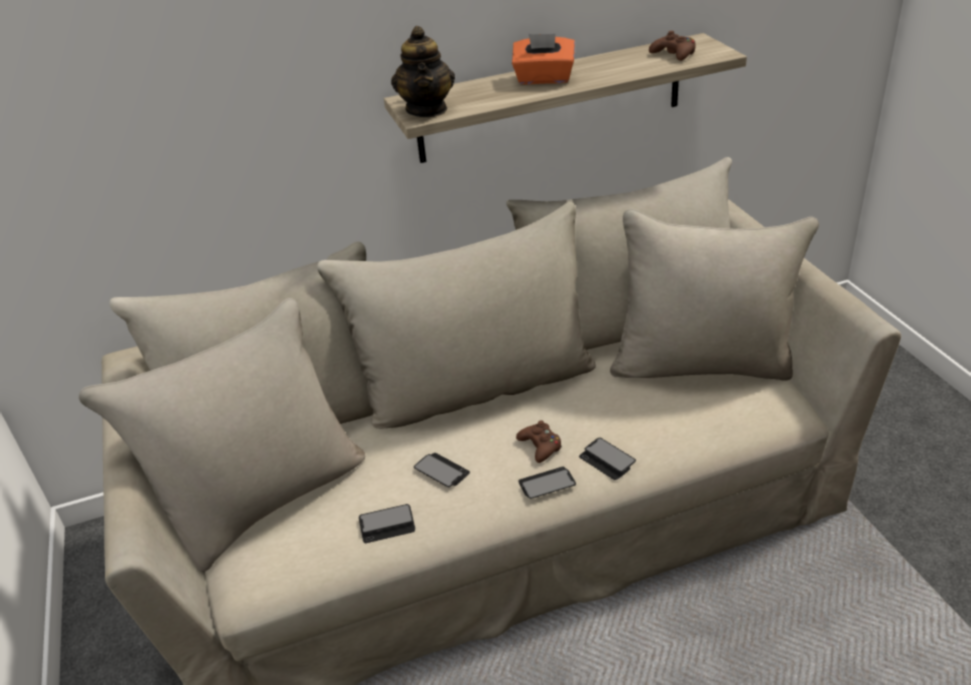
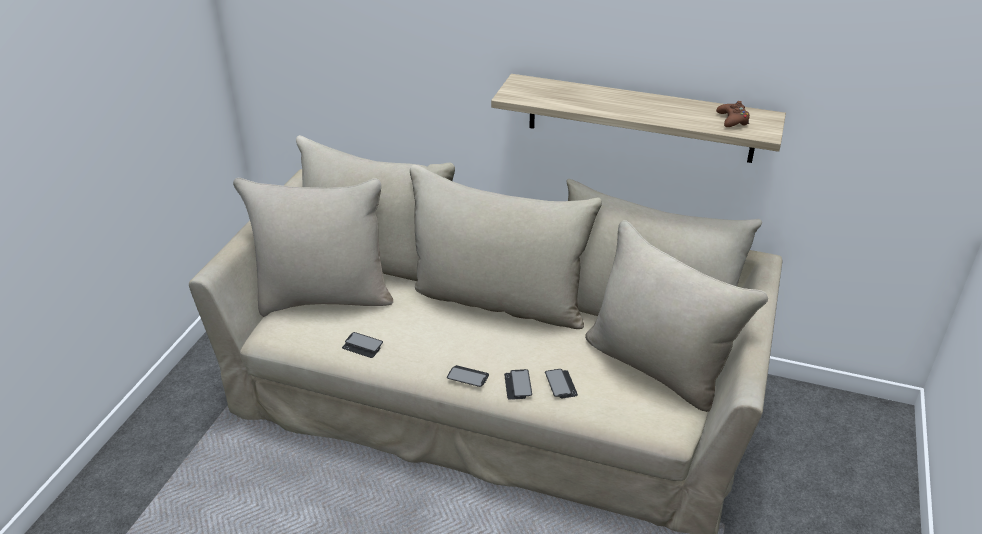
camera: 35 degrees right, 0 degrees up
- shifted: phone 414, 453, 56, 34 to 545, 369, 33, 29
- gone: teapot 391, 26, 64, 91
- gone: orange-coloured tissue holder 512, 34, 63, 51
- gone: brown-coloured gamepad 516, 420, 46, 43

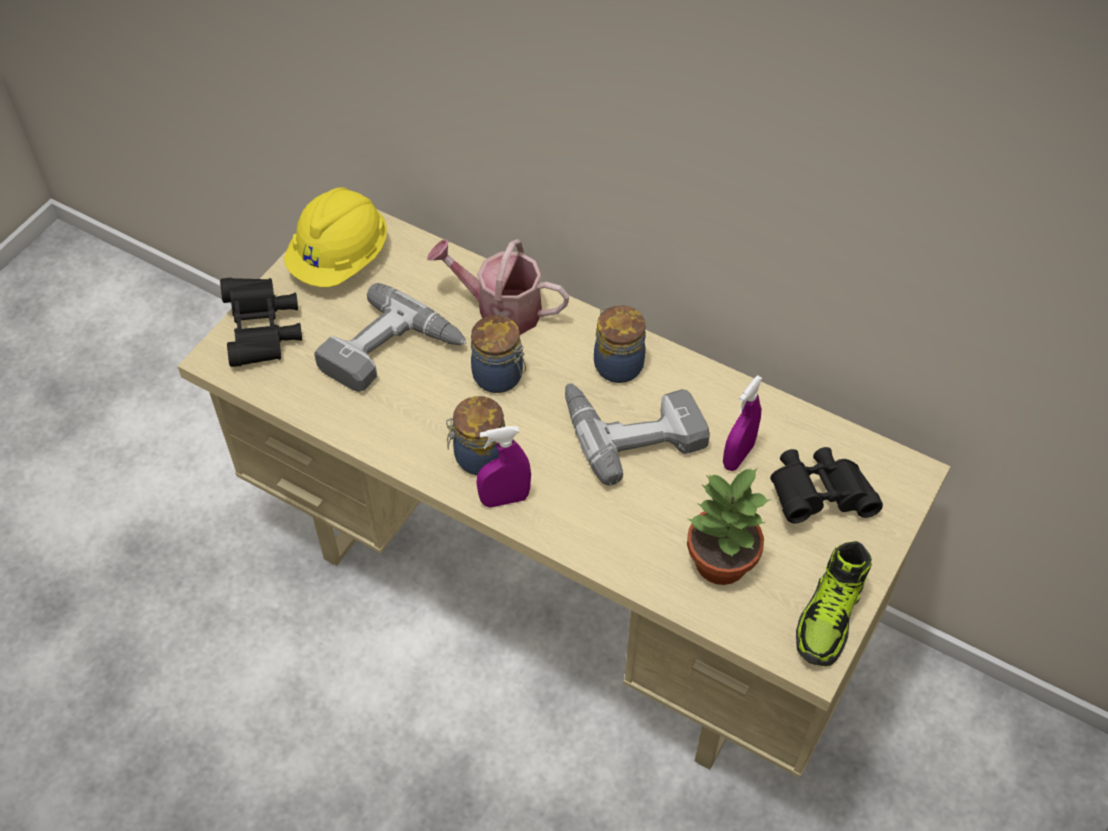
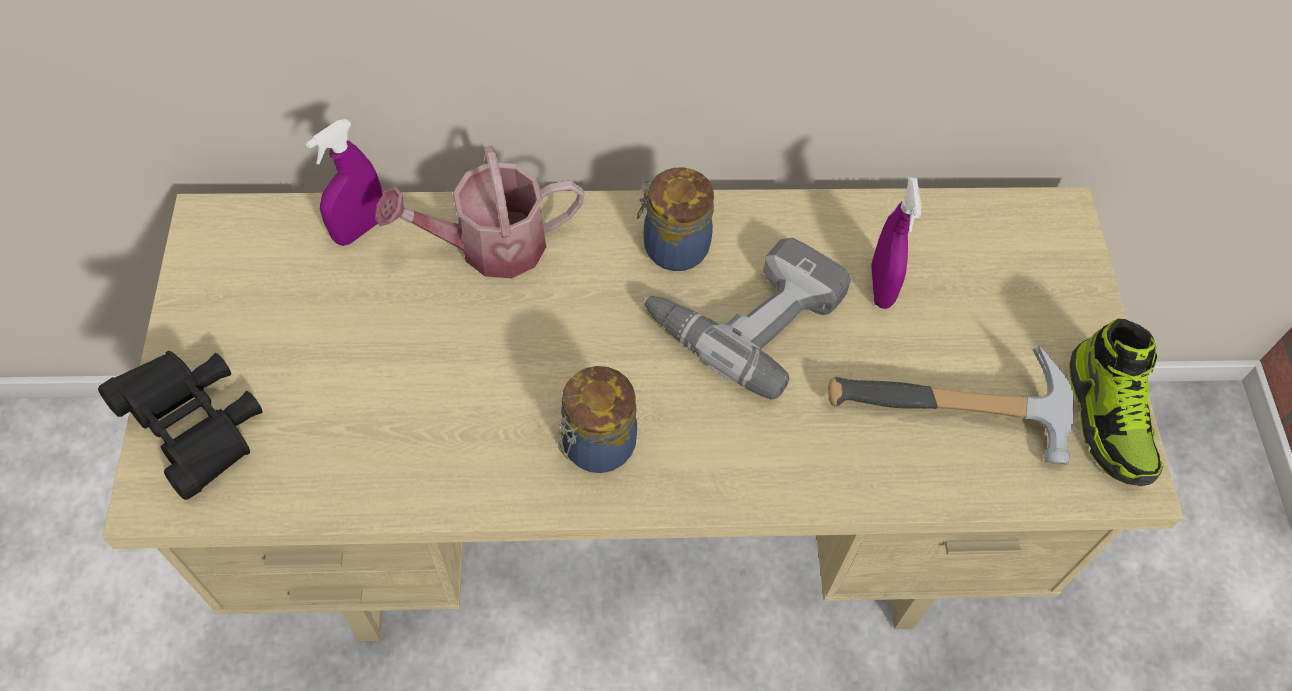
camera: 35 degrees left, 5 degrees up
- shifted: purple-coloured sprayer 476, 426, 55, 82 to 306, 119, 77, 127
- swapped: potted plant 687, 468, 83, 117 to hand hammer 828, 346, 246, 118
- gone: yellow safety helmet 284, 187, 103, 100
- gone: drill 314, 283, 152, 109
- gone: storage jar 471, 315, 55, 78
- gone: black-coloured binoculars 770, 447, 113, 76

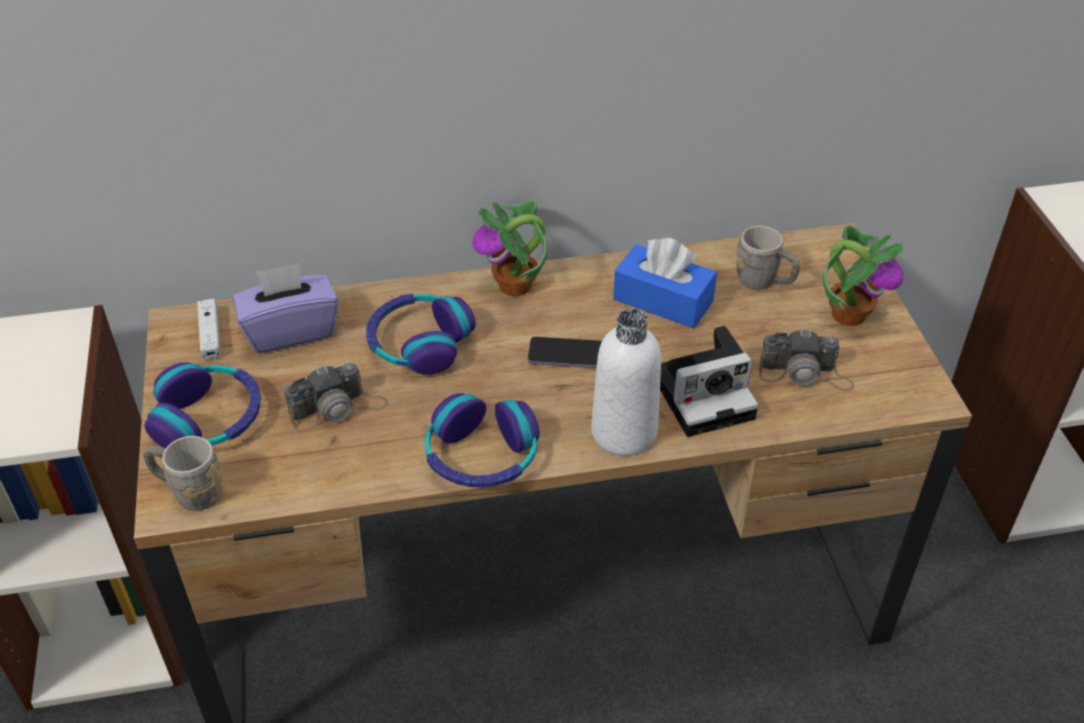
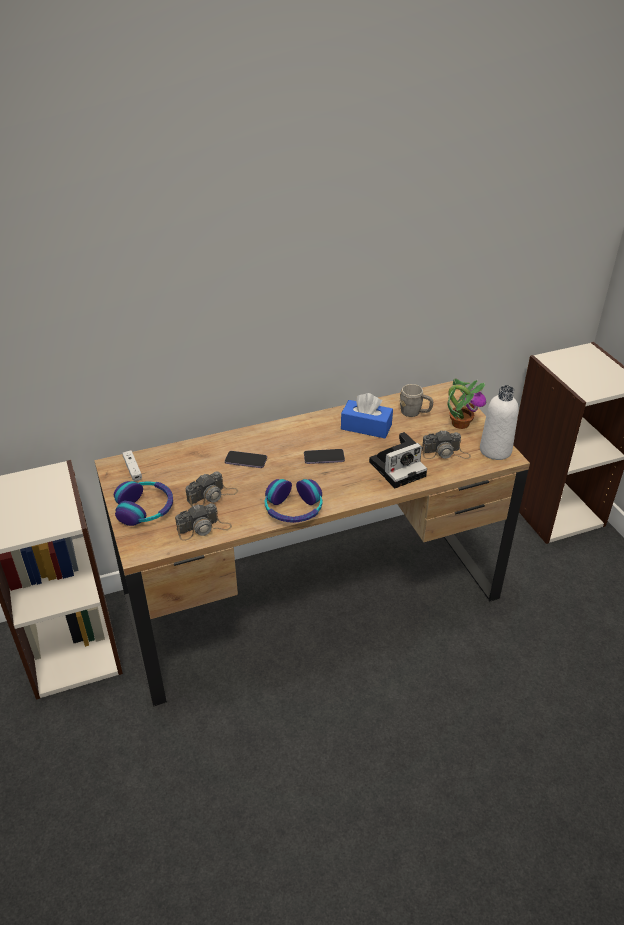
camera: 10 degrees left, 5 degrees down
- new: still camera 175, 503, 57, 38
- swapped: pair of headphones 366, 294, 110, 81 to phone 225, 451, 42, 17
- shifted: white-coloured beverage bottle 591, 309, 70, 147 to 480, 385, 39, 75
- gone: greyish mug 143, 436, 80, 75
- gone: purple-coloured tissue holder 233, 264, 105, 89
- gone: potted plant 472, 200, 75, 96

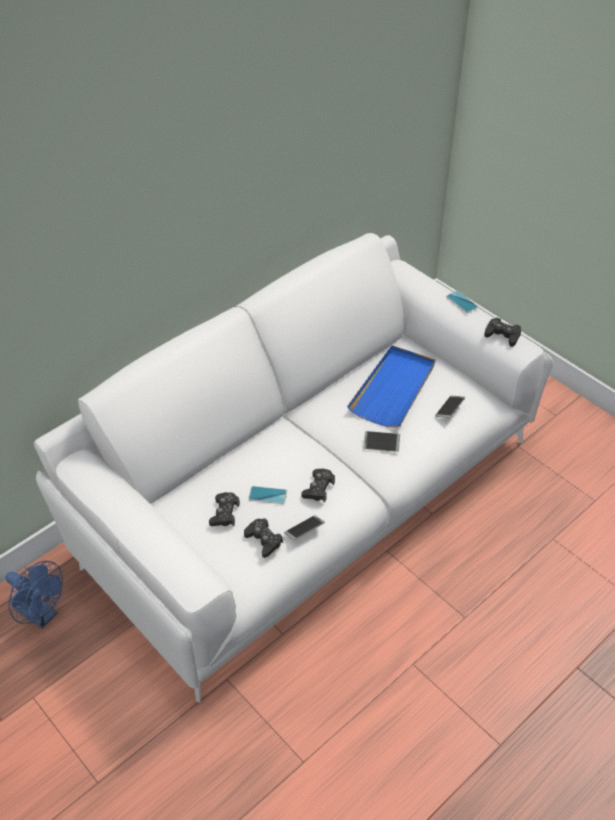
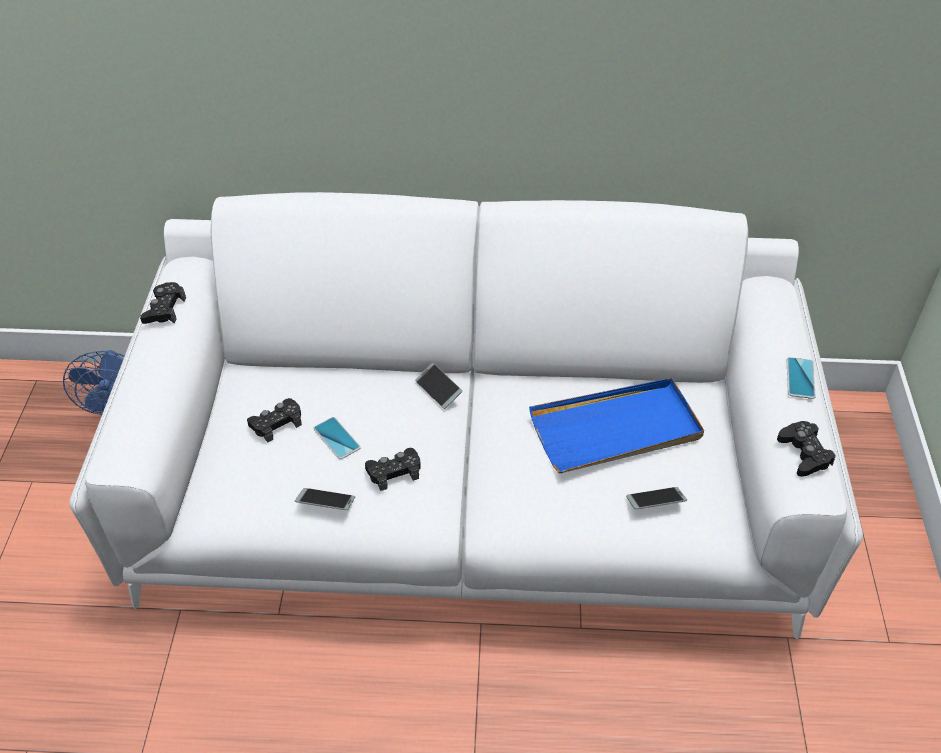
camera: 45 degrees right, 0 degrees up
- shifted: black-coloured gamepad 244, 518, 39, 40 to 140, 282, 46, 42
- shifted: phone 364, 431, 36, 21 to 415, 363, 47, 46

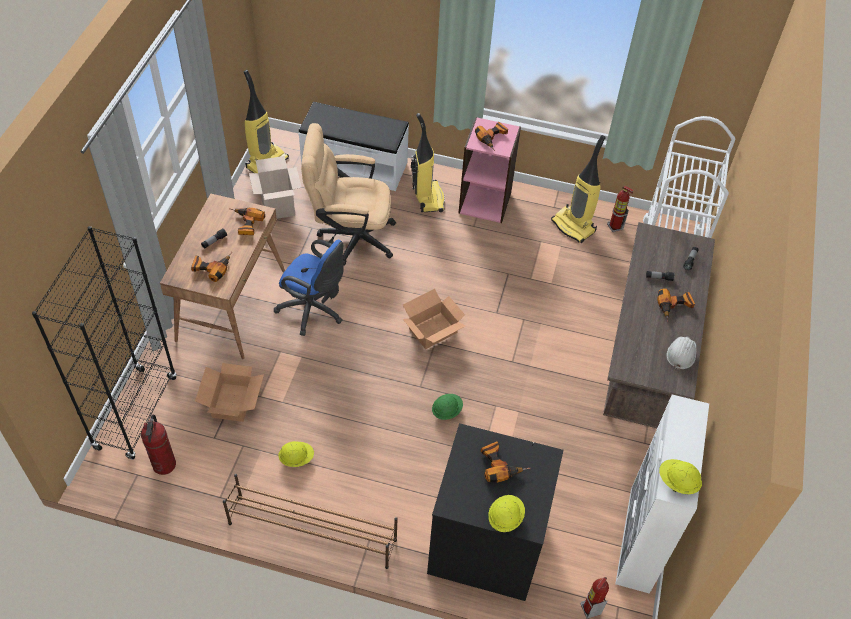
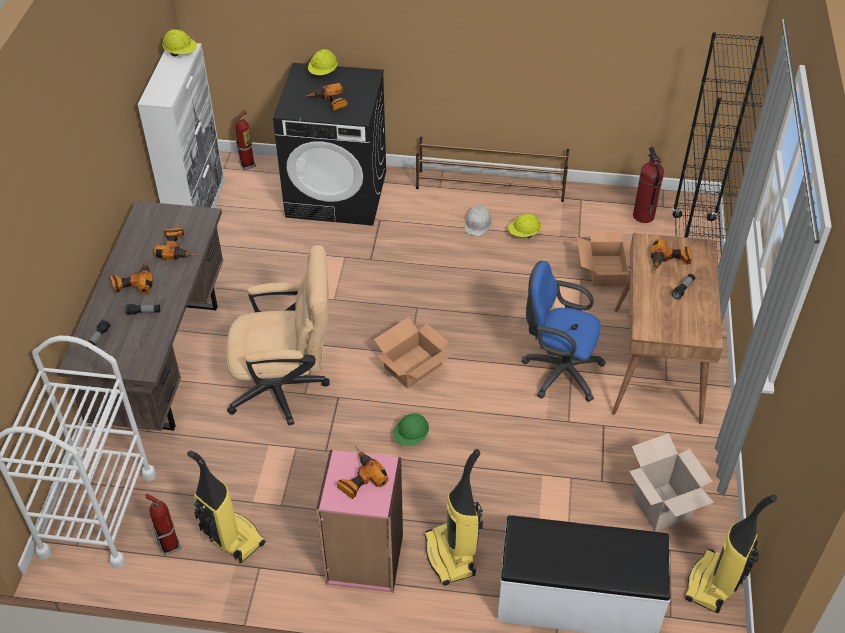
camera: 175 degrees right, 5 degrees down
- shifted: drill 229, 208, 36, 27 to 154, 228, 45, 32
- shifted: beige computer chair 301, 123, 95, 143 to 226, 245, 103, 180
- shifted: green safety helmet 432, 394, 31, 26 to 393, 413, 36, 33
- shifted: white-coloured safety helmet 667, 337, 29, 32 to 465, 205, 27, 31

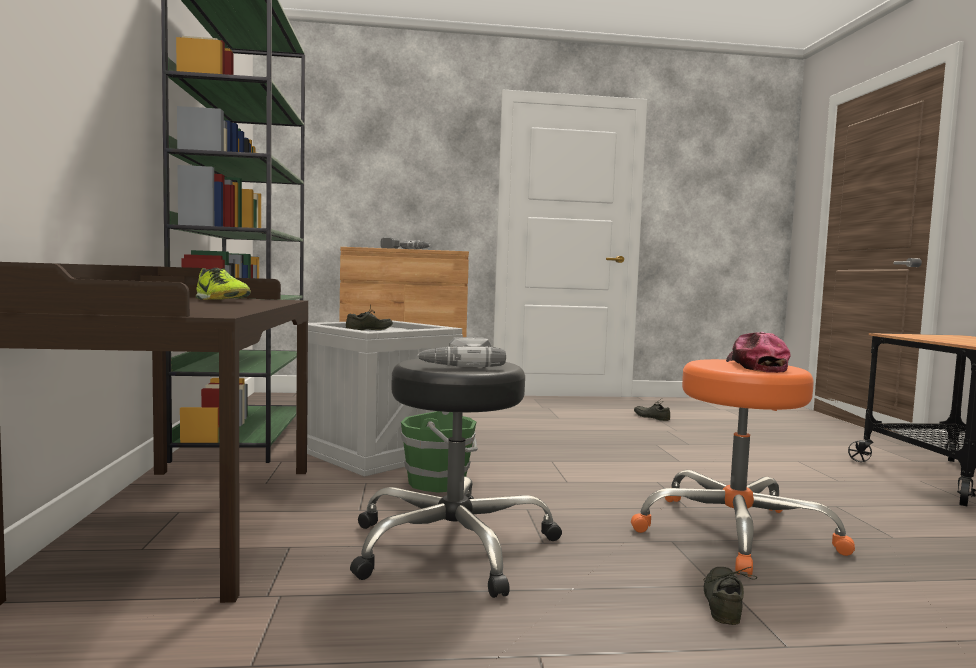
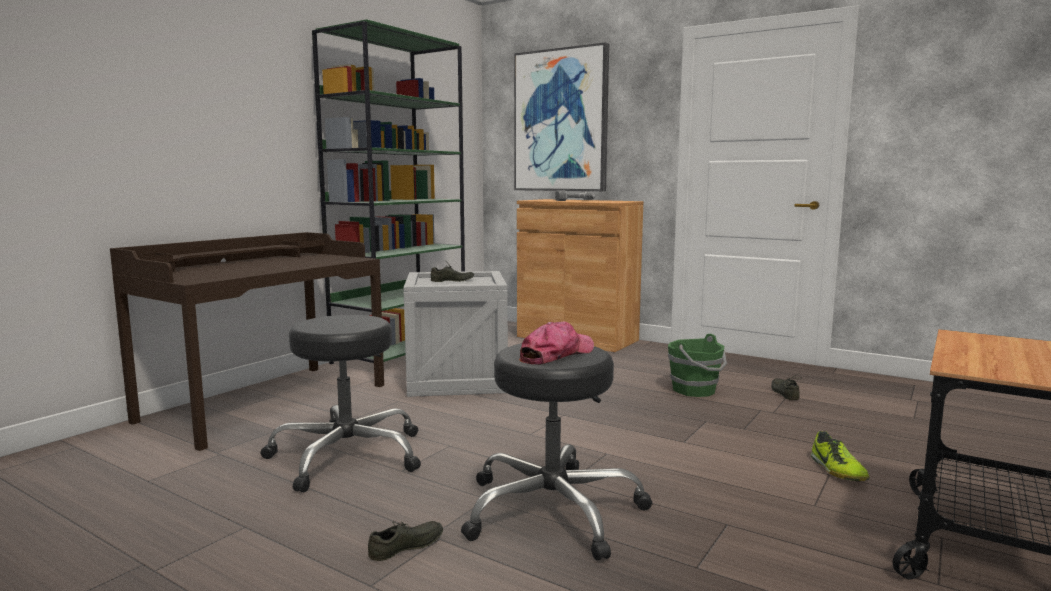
camera: 40 degrees right, 5 degrees up
- repainted: orange-coloured sitting stool 631, 359, 224, 218 to black-coloured sitting stool 461, 343, 191, 218
- new: picture 514, 42, 95, 149
- shifted: green water bucket 401, 411, 77, 82 to 668, 334, 59, 63
- shifted: shoe 196, 268, 55, 32 to 811, 431, 58, 50
- gone: drill 416, 337, 90, 30

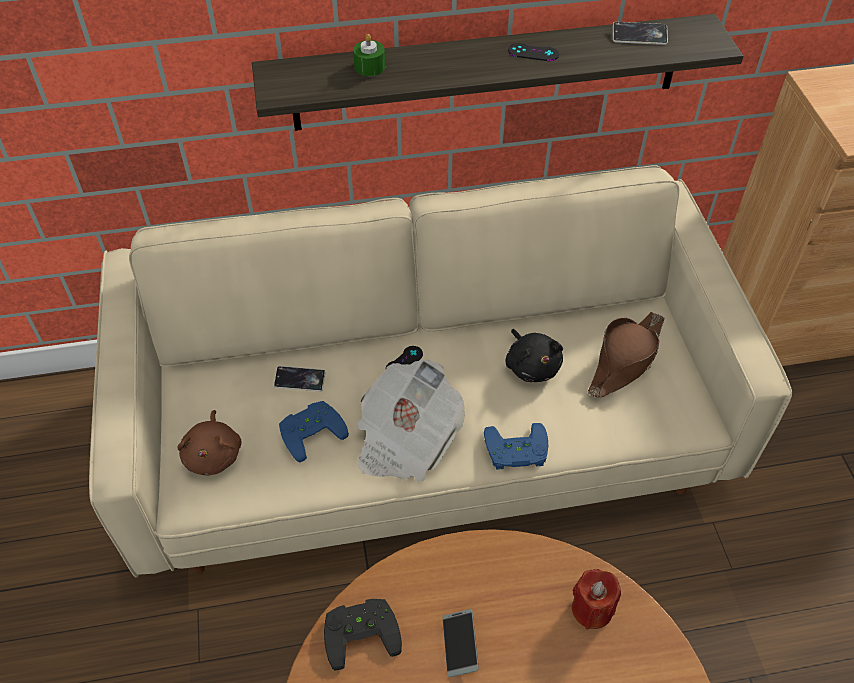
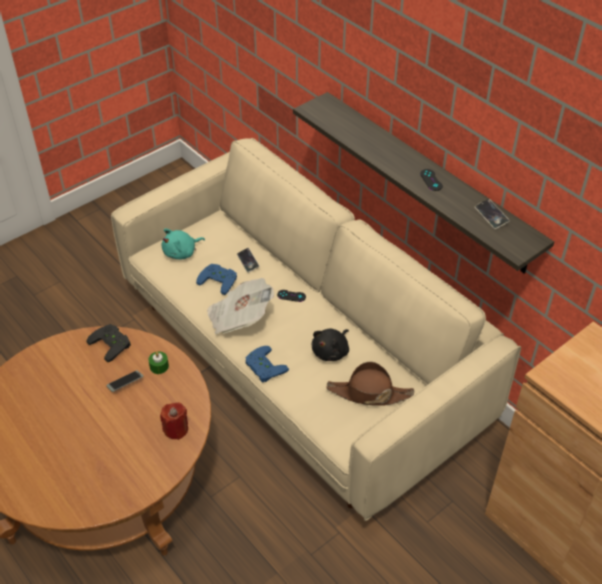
camera: 60 degrees right, 5 degrees down
- shifted: green wax light 353, 34, 32, 42 to 148, 351, 21, 23
- repainted: brown-coloured soft toy 177, 410, 65, 66 to turquoise-coloured soft toy 162, 229, 43, 30

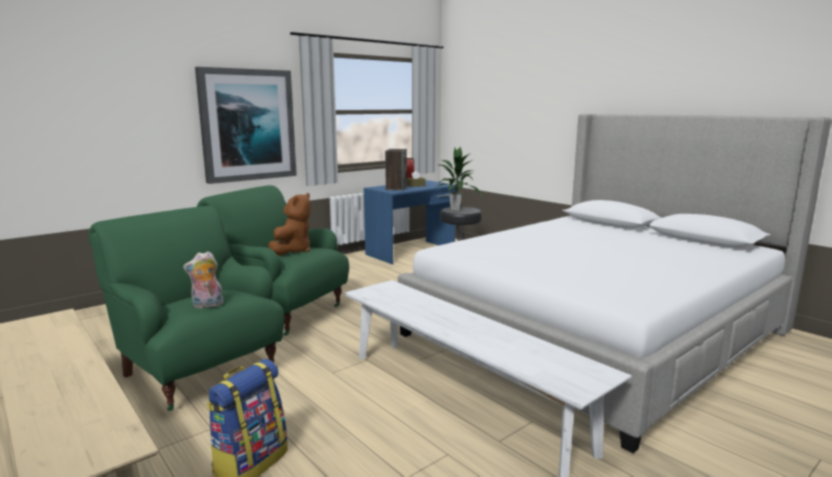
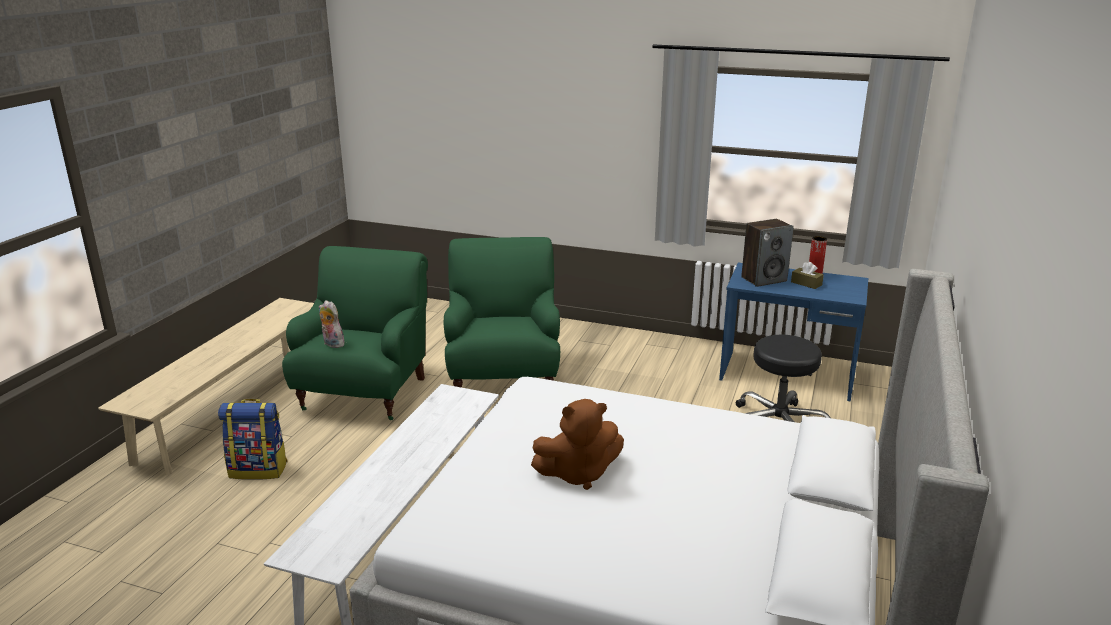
camera: 60 degrees right, 10 degrees up
- shifted: brown-coloured soft toy 268, 193, 43, 63 to 531, 399, 93, 91
- gone: picture 195, 67, 102, 117
- gone: potted plant 434, 146, 48, 65

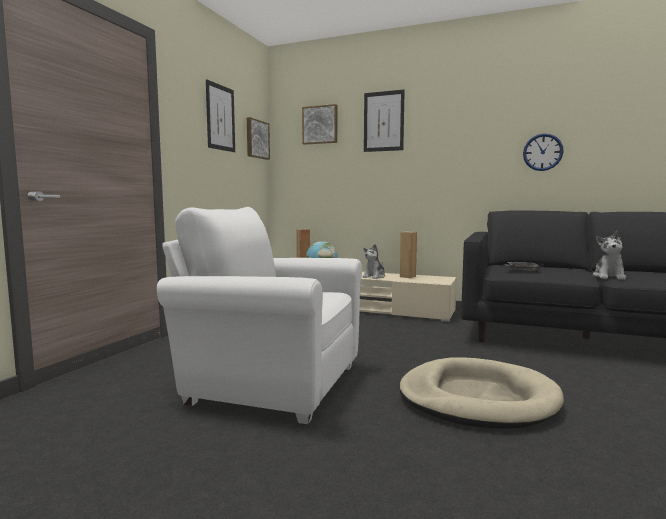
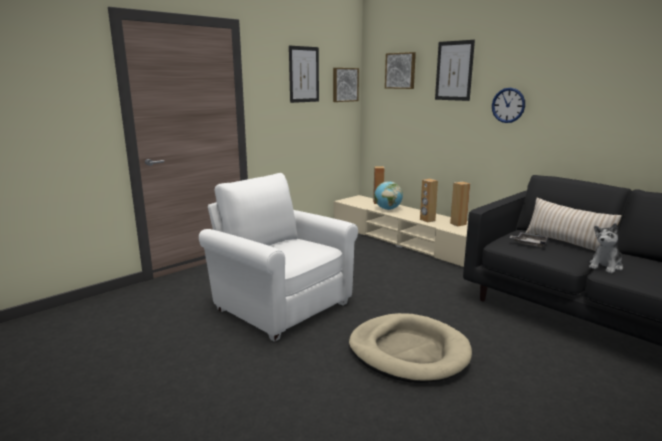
camera: 25 degrees right, 10 degrees up
- swapped: soft toy 362, 244, 23, 35 to brown-coloured loudspeaker 420, 179, 18, 43
- shifted: hanging clock 523, 133, 41, 38 to 492, 88, 33, 35
- new: beige throw pillow 525, 198, 97, 53

